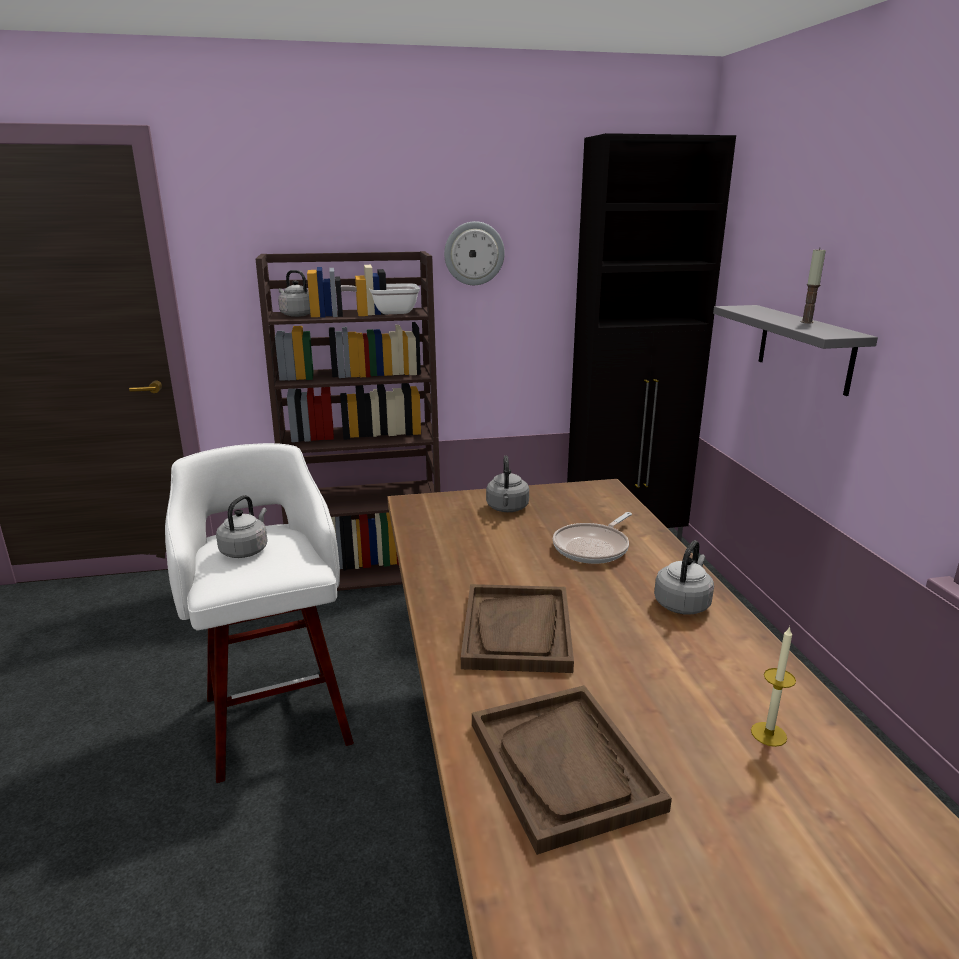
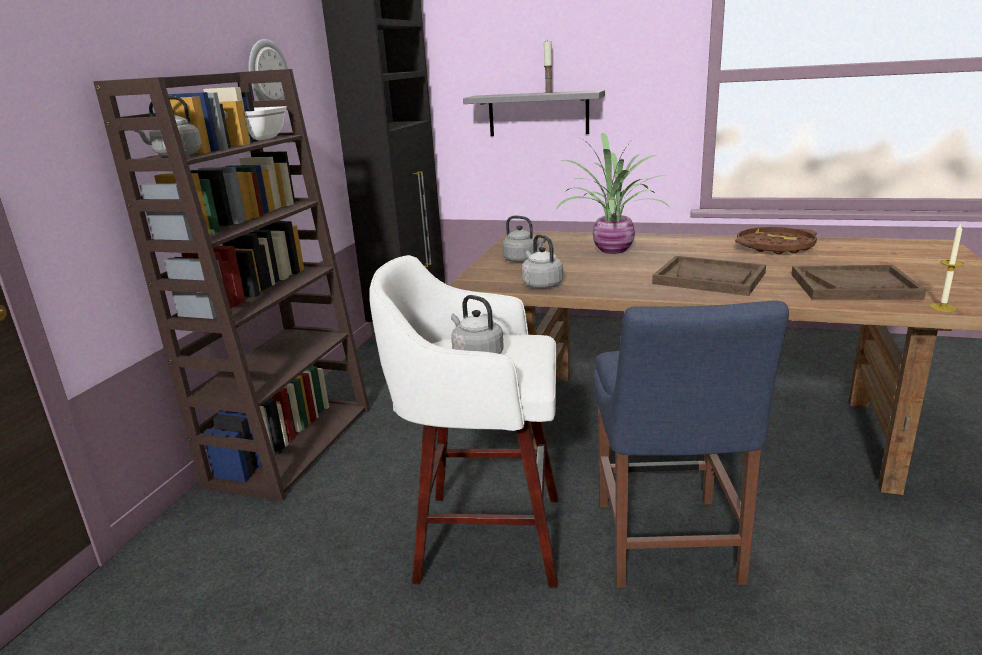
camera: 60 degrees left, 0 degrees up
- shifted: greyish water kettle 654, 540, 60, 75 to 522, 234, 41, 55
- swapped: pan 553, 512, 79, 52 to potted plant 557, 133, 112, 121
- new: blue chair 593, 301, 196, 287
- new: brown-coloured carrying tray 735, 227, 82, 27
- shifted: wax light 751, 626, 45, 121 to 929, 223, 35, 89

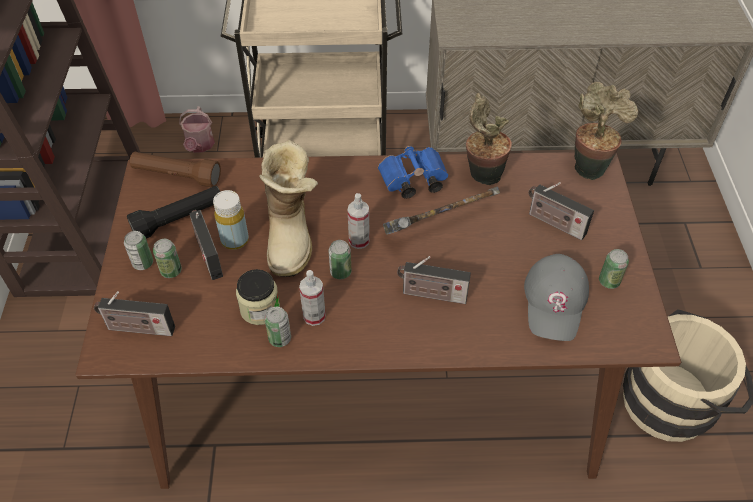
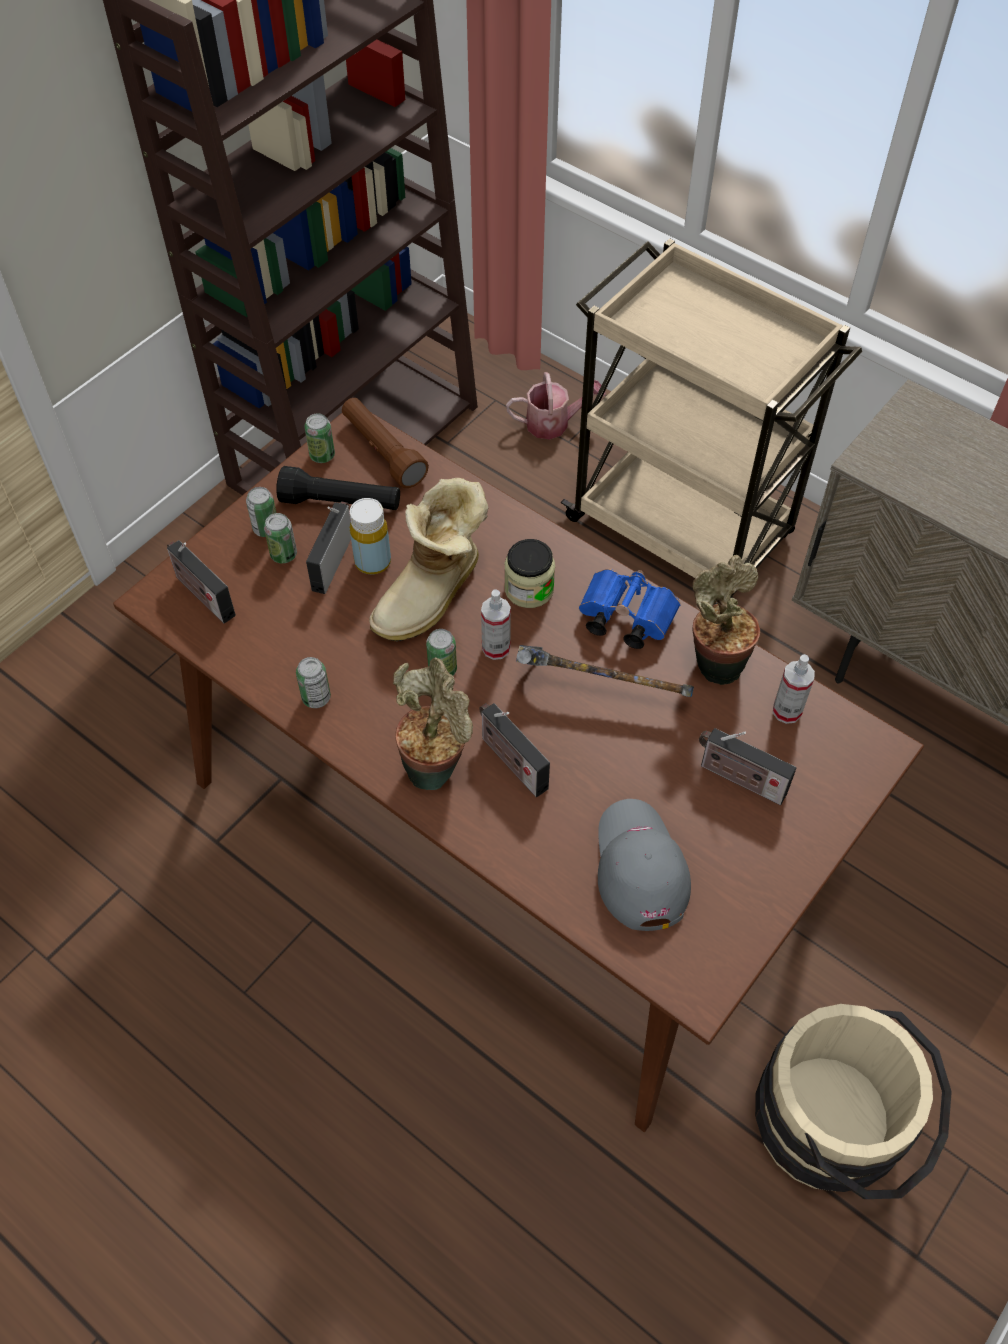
camera: 40 degrees right, 5 degrees up
- shifted: can 599, 249, 30, 40 to 305, 414, 30, 49
- shifted: potted plant 575, 82, 63, 98 to 393, 658, 80, 132
- shifted: storage jar 236, 269, 44, 56 to 505, 539, 50, 69
- rotated: watering pot 179, 106, 36, 47 = 506, 372, 100, 68 135 degrees counterclockwise
- rotated: greyish baseball cap 524, 254, 65, 87 = 598, 799, 93, 132 120 degrees clockwise
- rotated: radio receiver 528, 182, 66, 58 = 699, 728, 97, 77 45 degrees counterclockwise
- shifted: sprayer 299, 270, 27, 56 to 773, 654, 42, 70

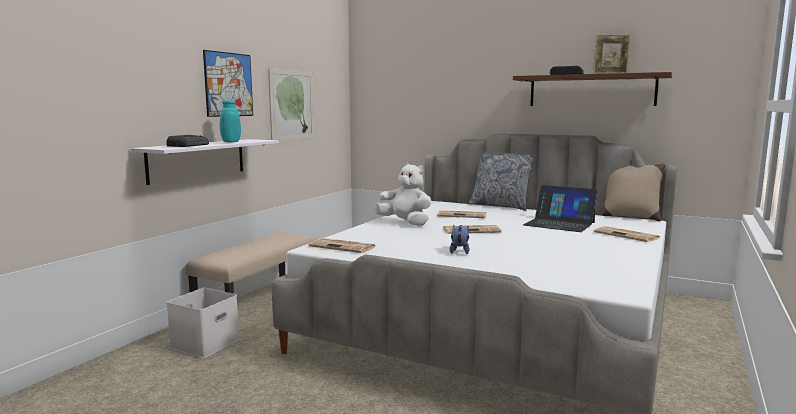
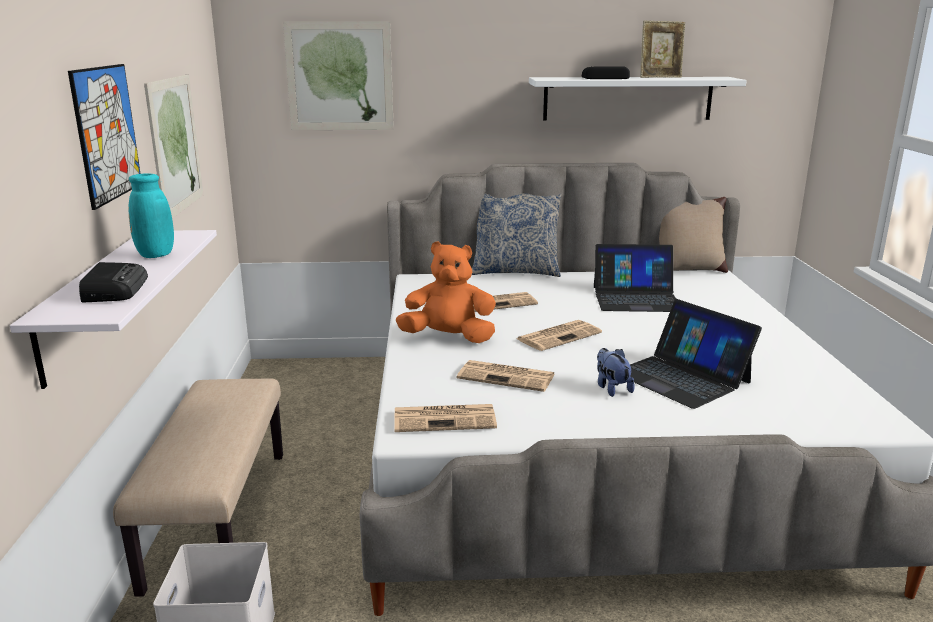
camera: 30 degrees left, 10 degrees up
- new: picture 283, 21, 111, 109
- repainted: white-coloured soft toy 374, 163, 57, 63 to orange-coloured soft toy 396, 241, 100, 102
- shifted: newspaper 594, 226, 66, 16 to 457, 360, 97, 32
- repainted: brown-coloured wall shelf 513, 72, 159, 34 to white-coloured wall shelf 529, 77, 218, 44
- new: notebook computer 630, 299, 132, 110

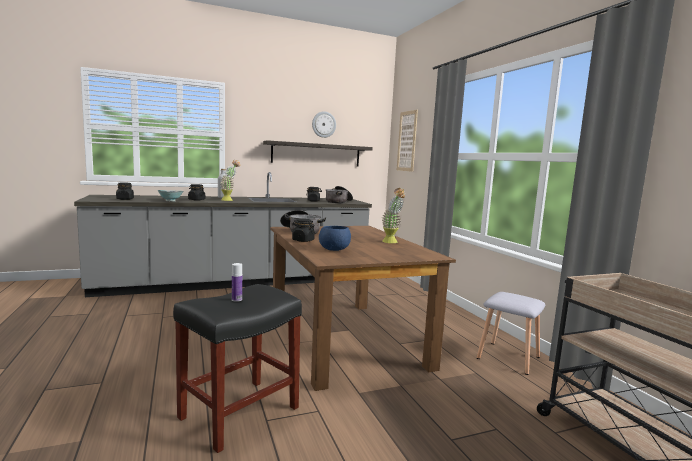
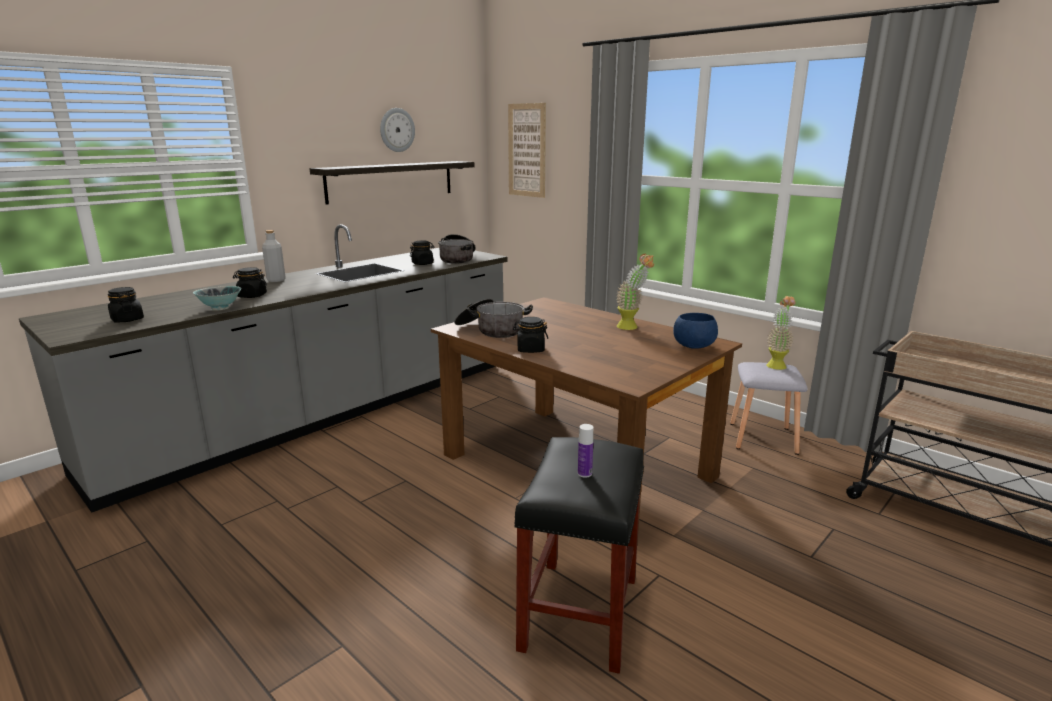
camera: 25 degrees left, 10 degrees up
- shifted: blue serving bowl 319, 226, 32, 25 to 673, 313, 45, 36
- shifted: potted plant 220, 160, 20, 41 to 766, 295, 30, 75

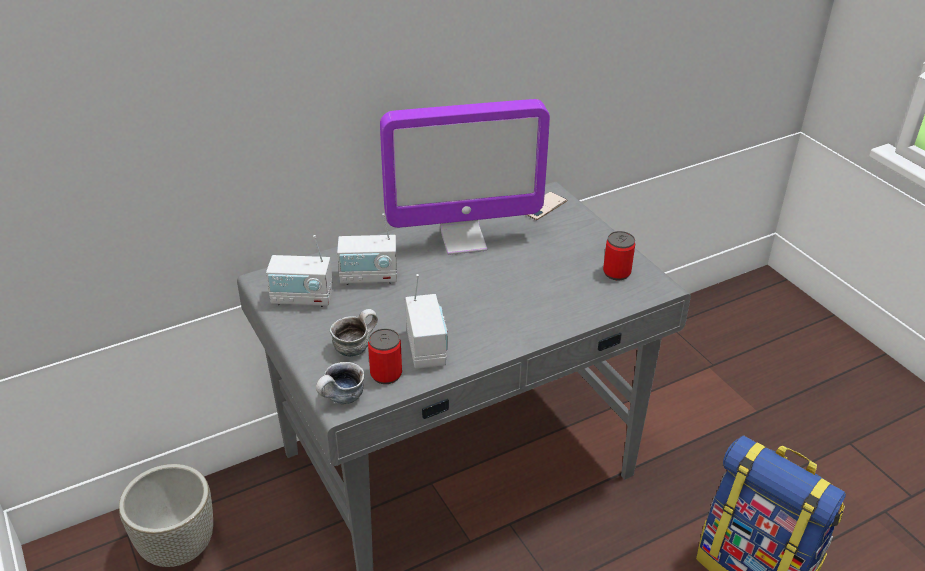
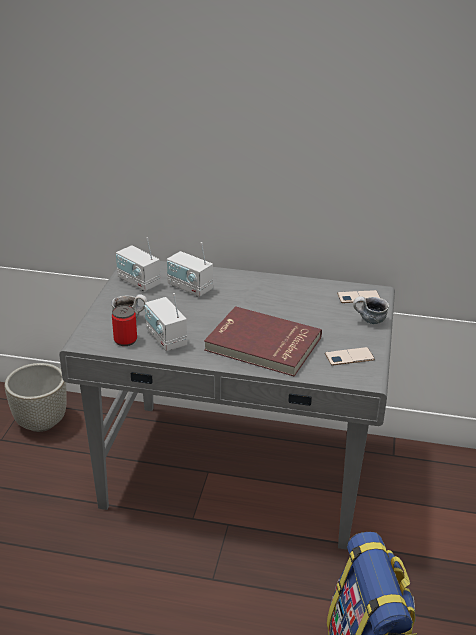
camera: 40 degrees right, 5 degrees down
- rotated: radio receiver 405, 274, 43, 95 = 145, 293, 42, 58 120 degrees clockwise
- new: reddish volume 204, 306, 118, 71
- swapped: can 603, 231, 32, 49 to phone 325, 347, 50, 19
- shifted: mug 316, 362, 48, 42 to 353, 296, 36, 28
- gone: computer display 380, 99, 170, 156

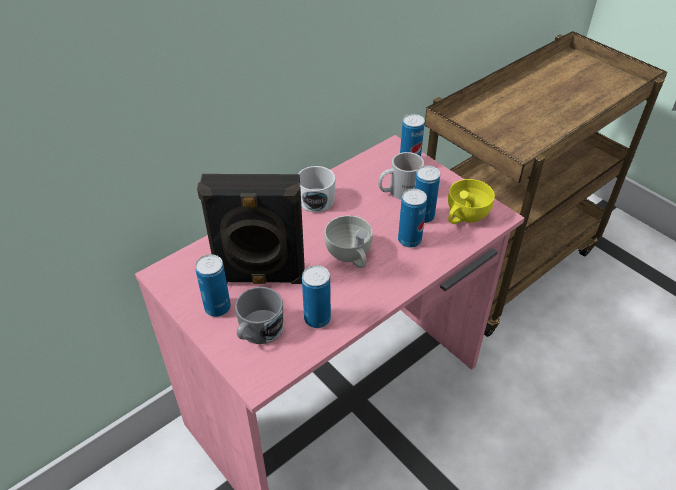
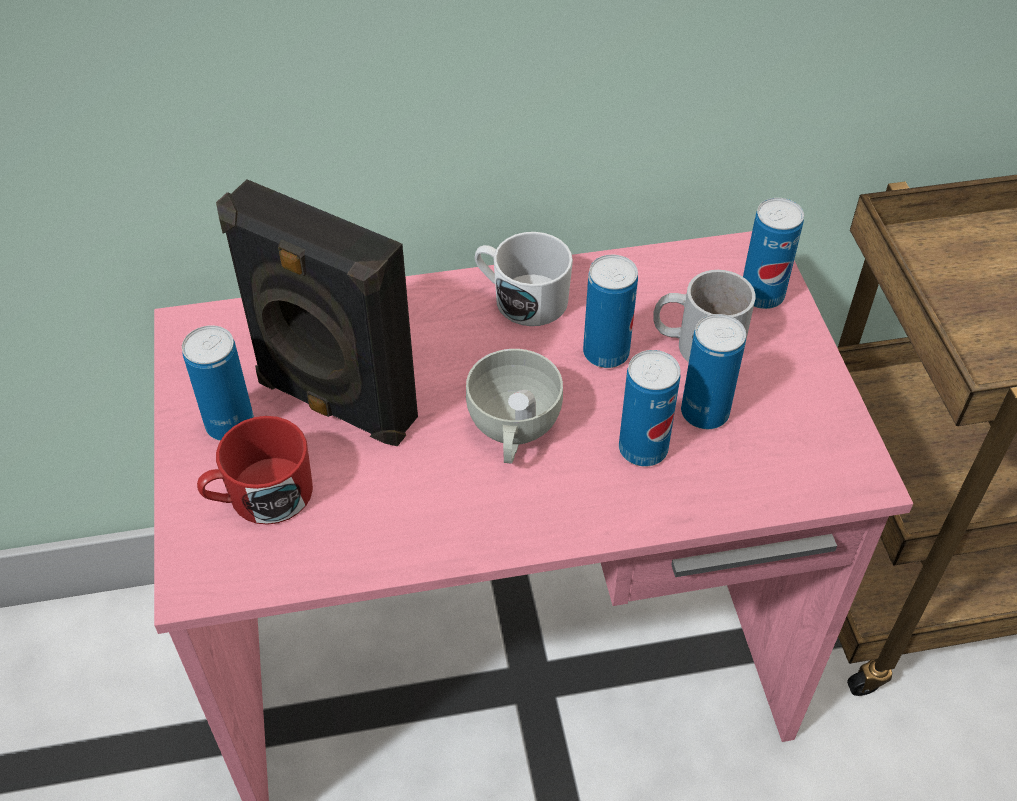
camera: 30 degrees right, 5 degrees up
- repainted: greyish mug 235, 287, 49, 57 to reddish mug 197, 416, 116, 109
- shifted: can 302, 265, 29, 63 to 583, 255, 55, 113
- gone: yellow cup 448, 179, 47, 45

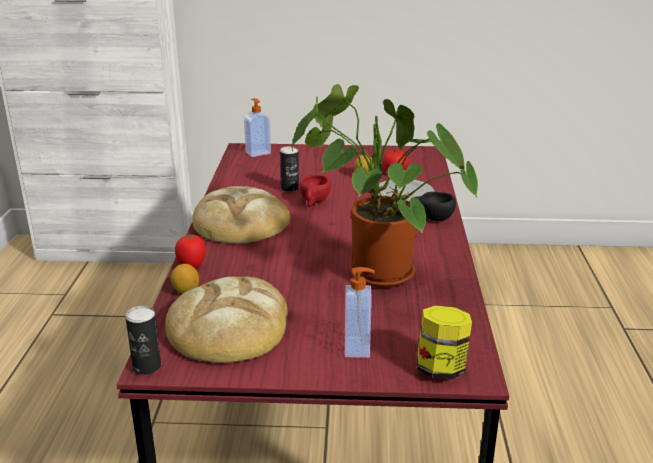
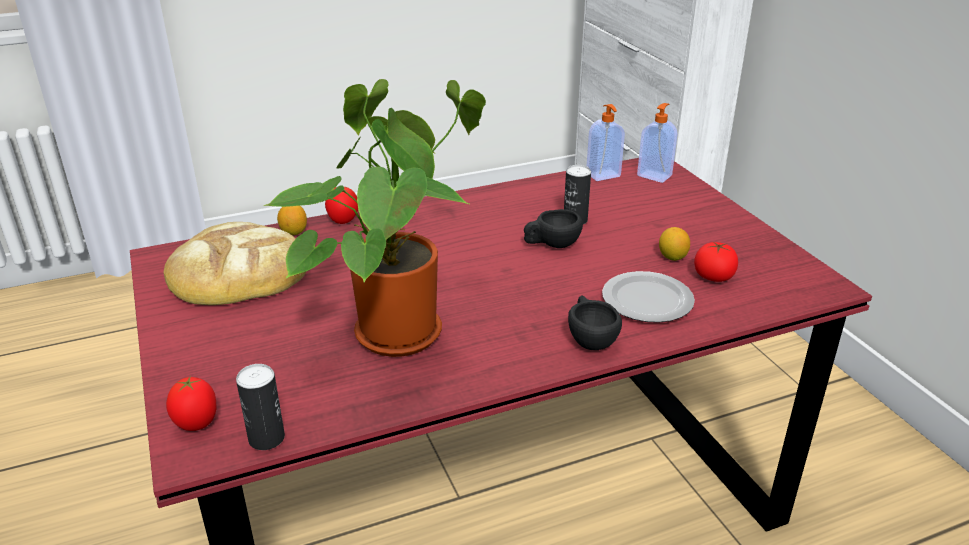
camera: 65 degrees right, 5 degrees up
- swapped: storage jar 417, 306, 55, 74 to fresh tomato 166, 375, 50, 56
- shifted: can 125, 306, 36, 69 to 236, 364, 49, 86
- repainted: reddish cup 299, 175, 32, 32 to black-coloured cup 524, 209, 59, 39
- shifted: soap dispenser 345, 267, 30, 91 to 587, 104, 38, 77
- gone: baked bread 192, 186, 98, 57

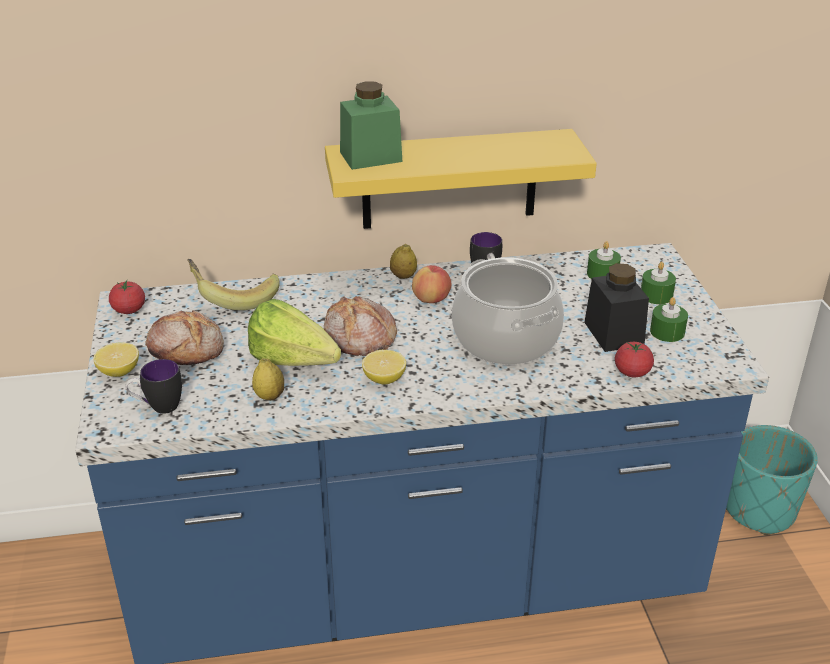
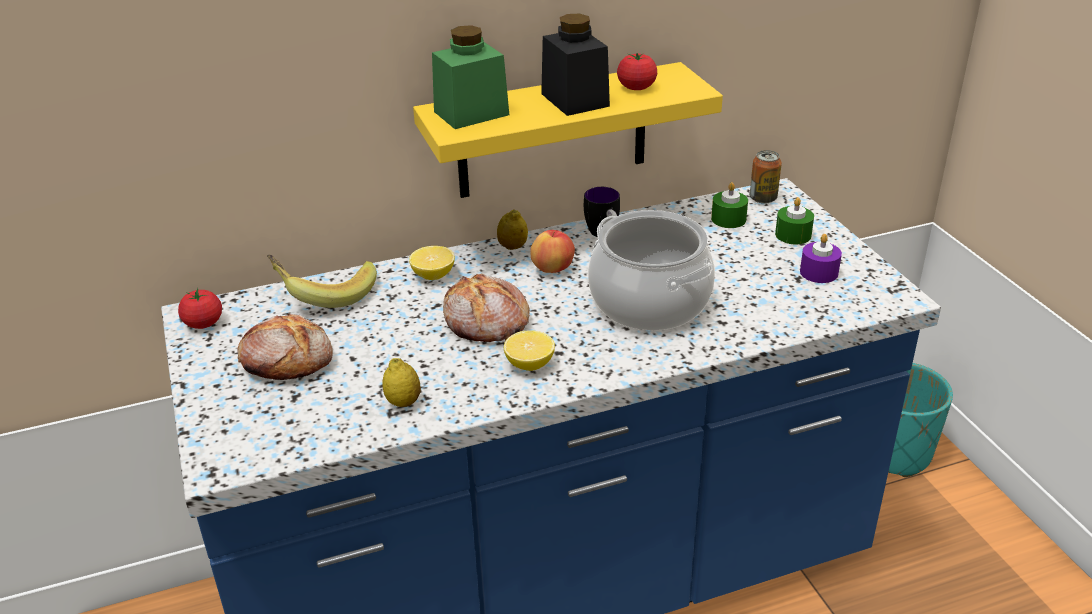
camera: 10 degrees left, 0 degrees up
- shifted: whole lemon 93, 342, 46, 35 to 409, 246, 46, 34
- shifted: black-coloured storage jar 584, 263, 65, 89 to 541, 14, 69, 102
- shifted: fresh tomato 615, 342, 39, 35 to 617, 53, 40, 37
- new: can 750, 150, 32, 54
- repainted: green wax light 650, 297, 38, 45 to purple-coloured wax light 800, 234, 42, 49
- gone: mug 126, 359, 56, 55
- gone: lettuce head 248, 299, 93, 67

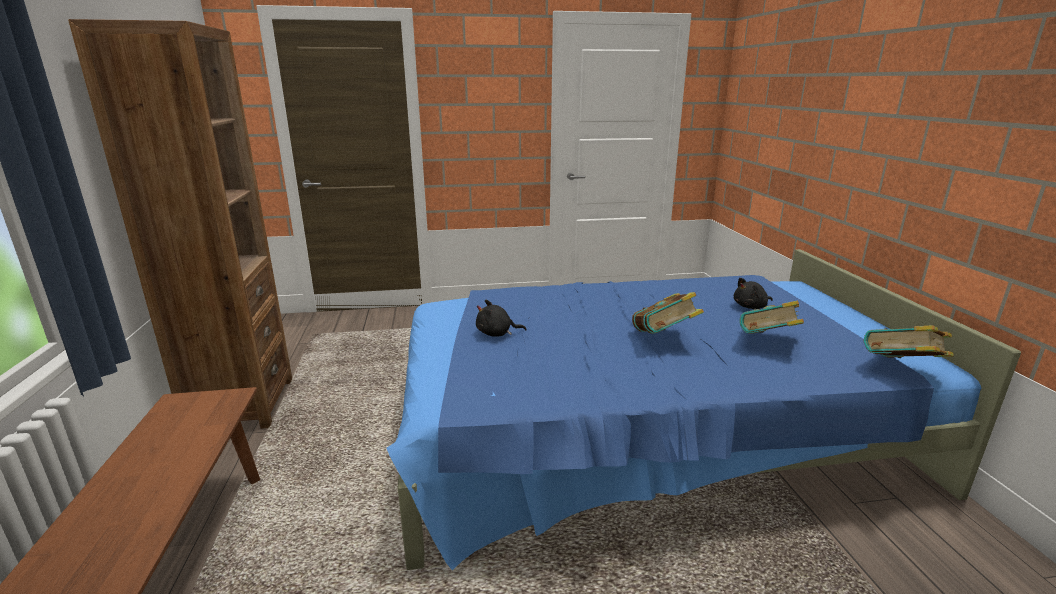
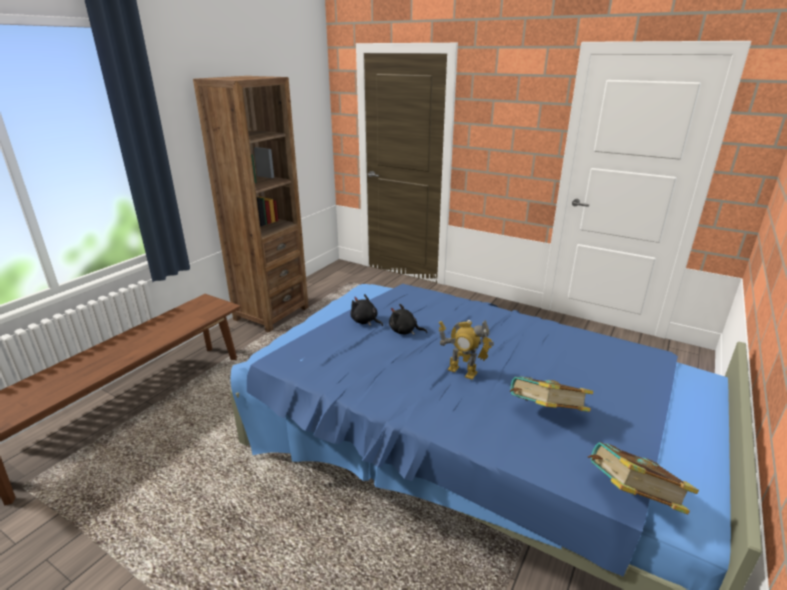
camera: 40 degrees right, 5 degrees up
- shifted: black-coloured soft toy 734, 278, 39, 31 to 389, 304, 39, 31
- swapped: volume 632, 292, 72, 41 to robot figure 439, 320, 55, 60

